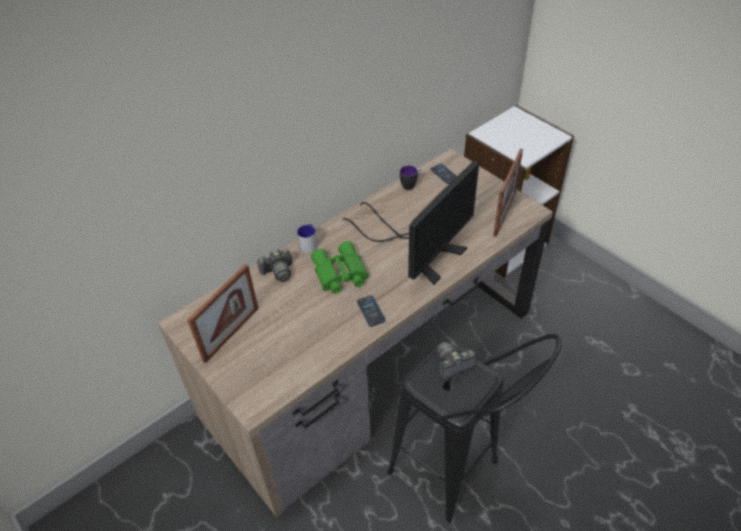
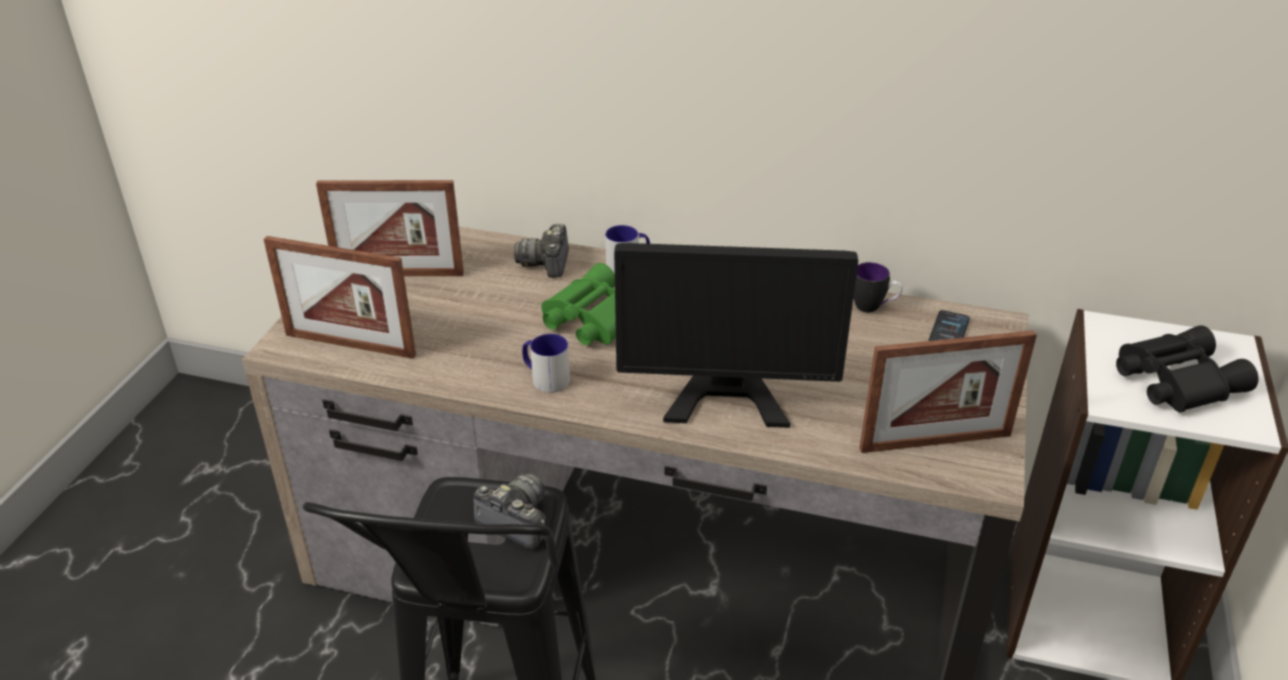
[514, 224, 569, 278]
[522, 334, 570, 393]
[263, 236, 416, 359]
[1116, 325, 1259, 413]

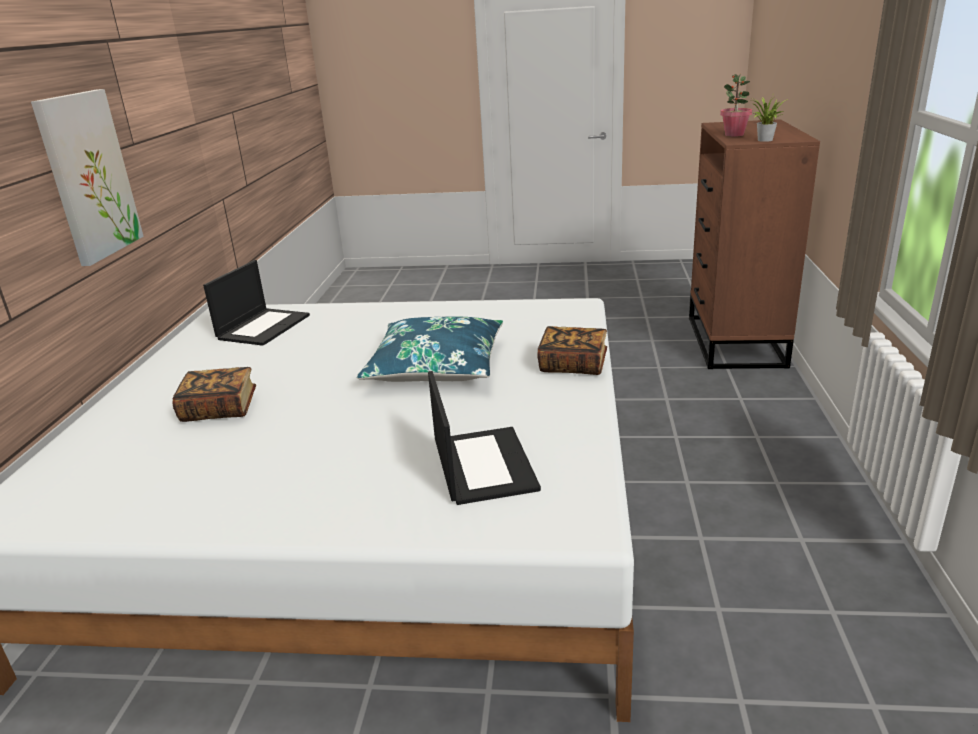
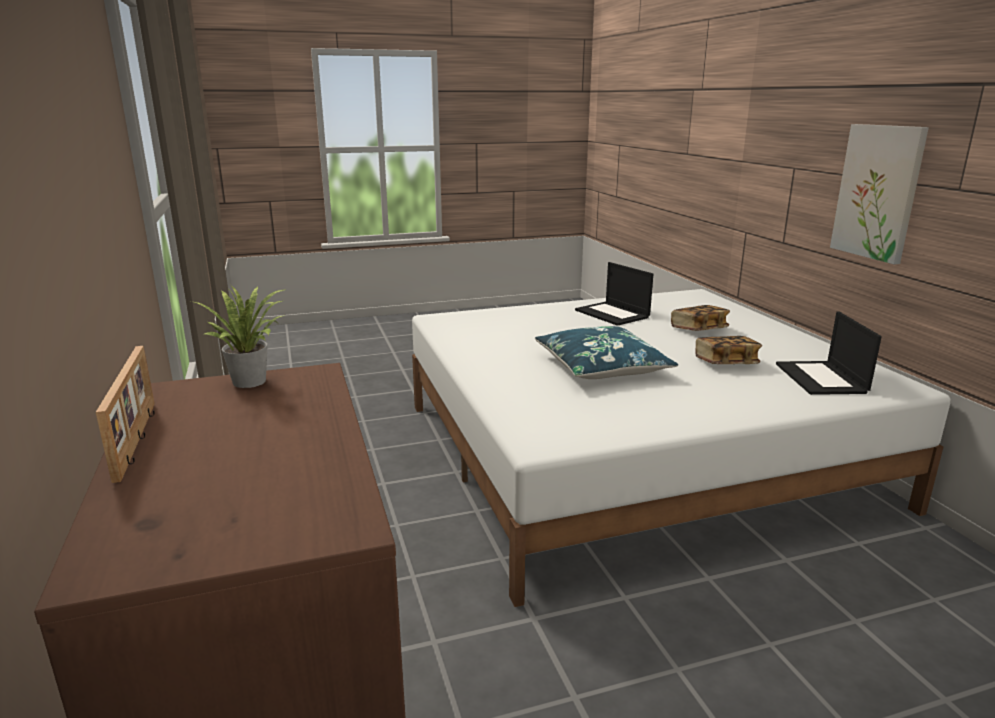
[720, 74, 752, 137] (first image)
[696, 336, 762, 364]
[575, 262, 653, 326]
[96, 346, 155, 483]

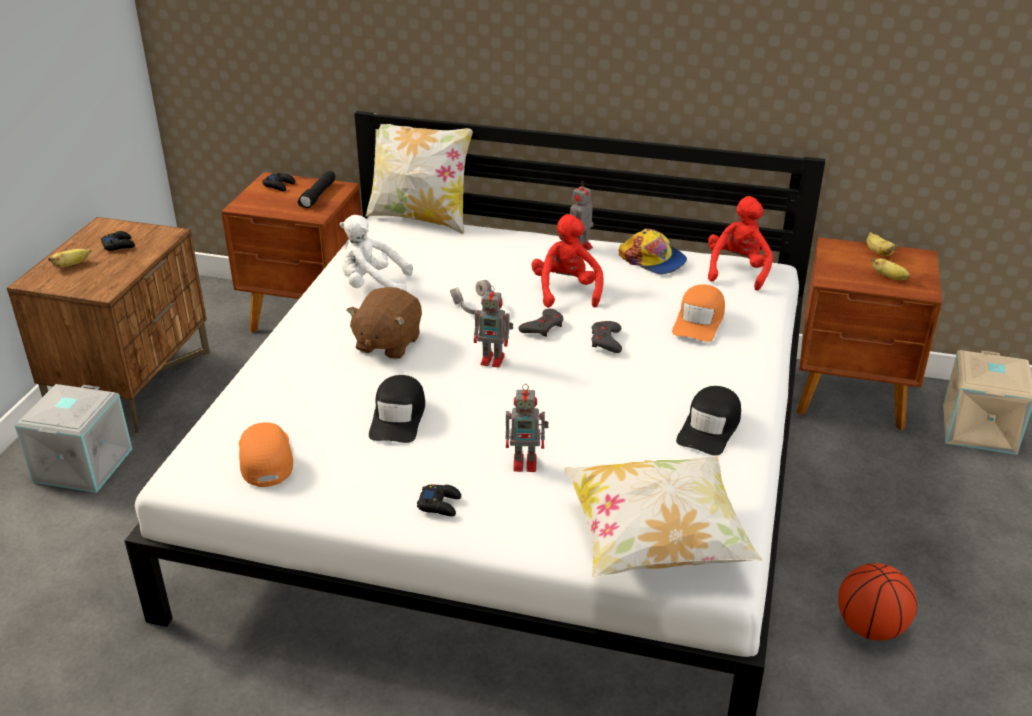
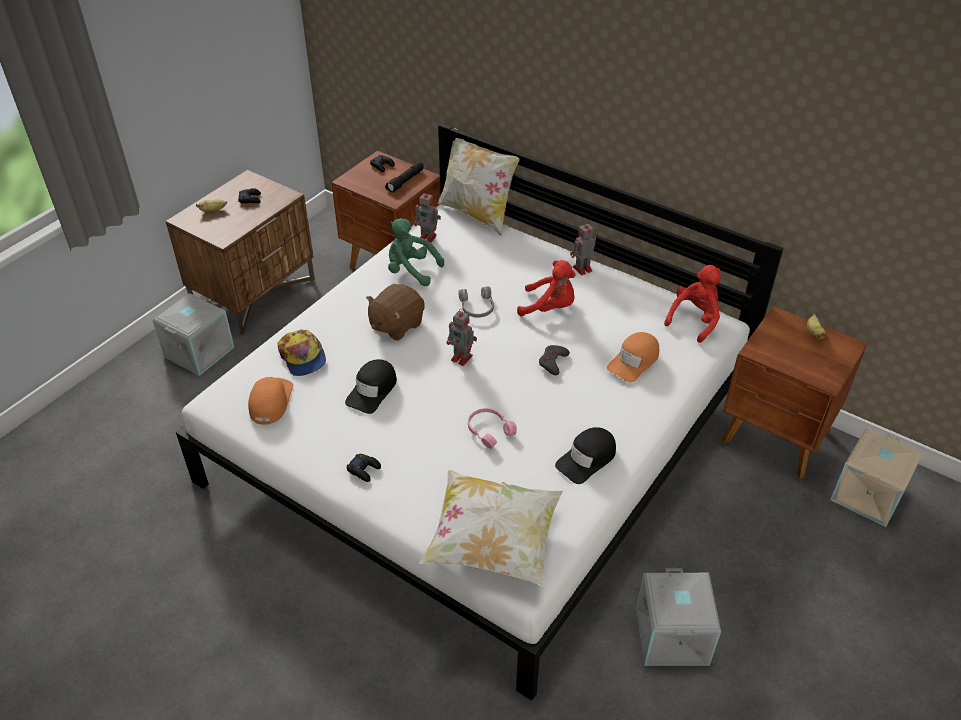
[517, 260, 576, 316]
[388, 218, 444, 286]
[277, 329, 326, 376]
[871, 257, 910, 280] (first image)
[519, 309, 563, 337] (first image)
[414, 190, 441, 243]
[636, 568, 721, 666]
[468, 408, 517, 449]

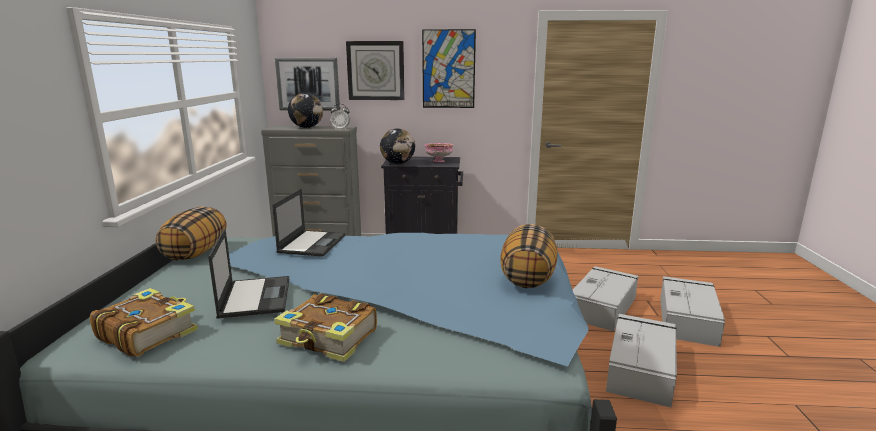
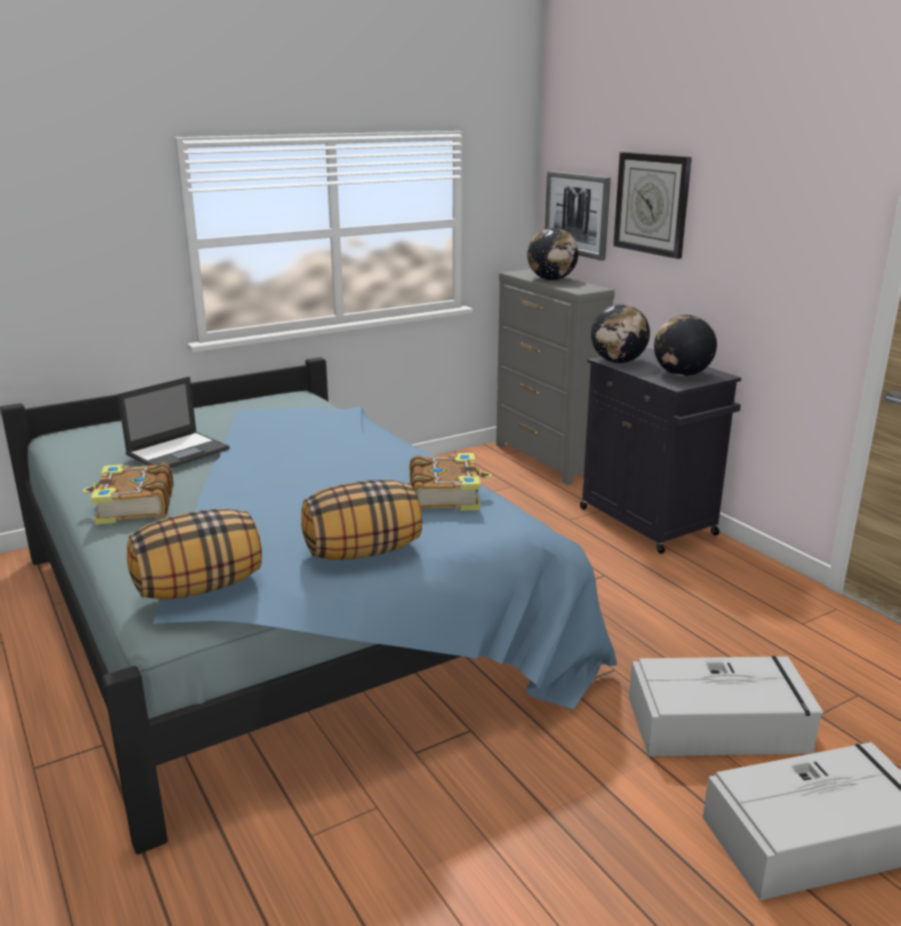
[422, 29, 476, 108] (first image)
[330, 104, 350, 130] (first image)
[654, 315, 717, 376]
[272, 189, 346, 256] (first image)
[127, 508, 262, 600]
[410, 453, 492, 511]
[606, 314, 677, 407] (first image)

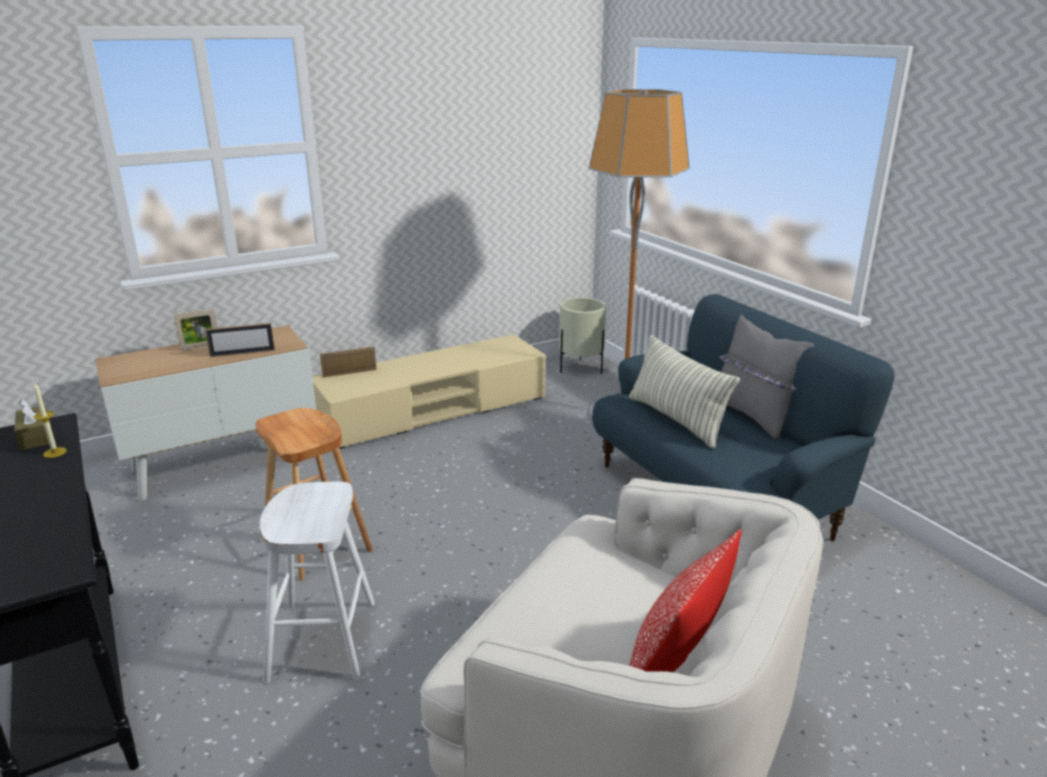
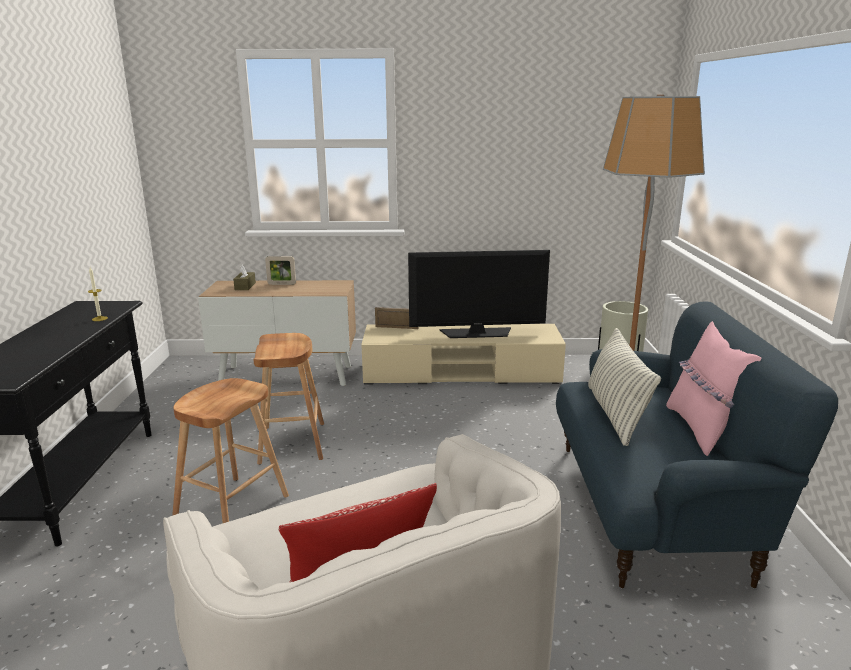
[666, 321, 762, 456]
[205, 323, 275, 357] (first image)
[233, 265, 256, 290]
[172, 378, 289, 523]
[408, 250, 550, 338]

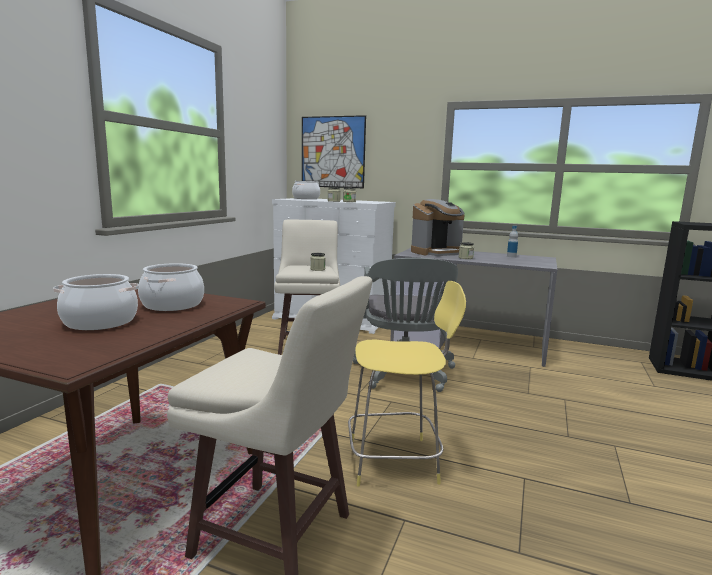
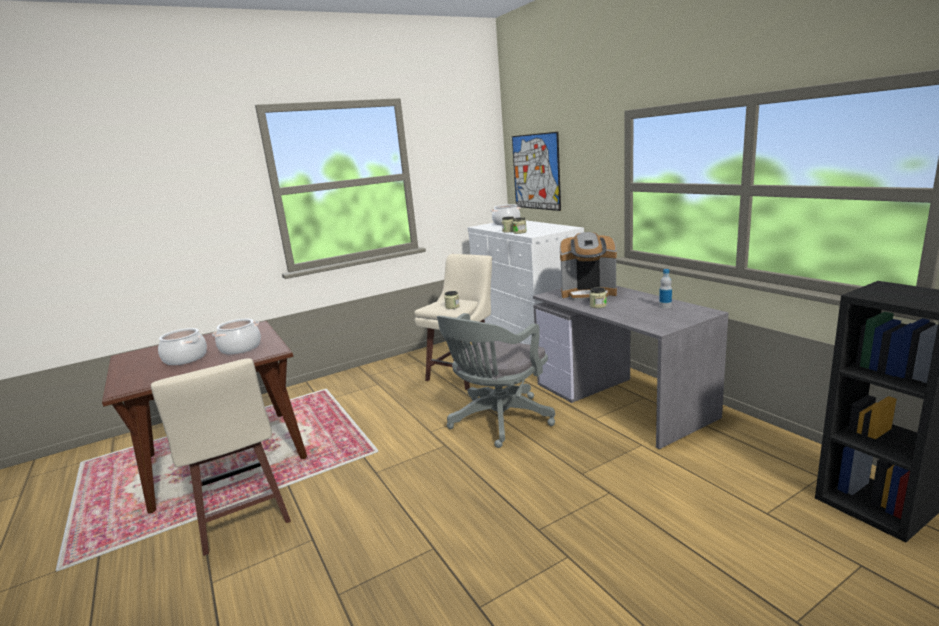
[348, 281, 466, 487] (first image)

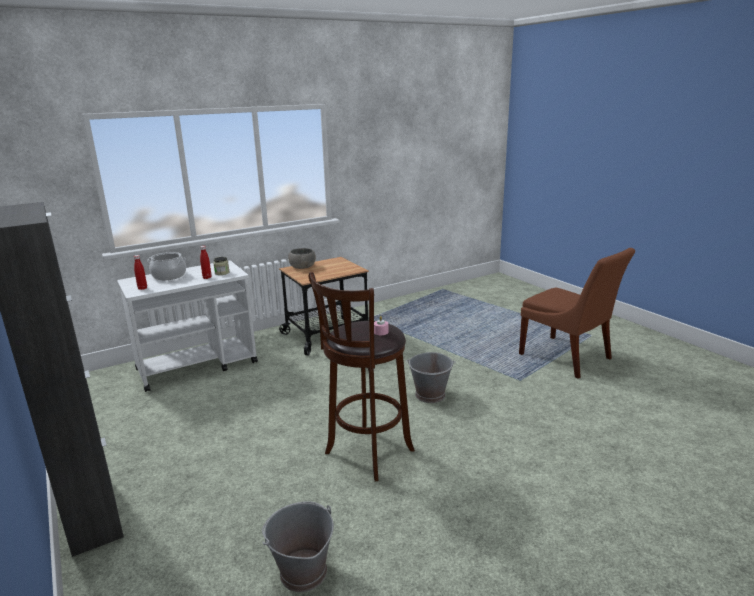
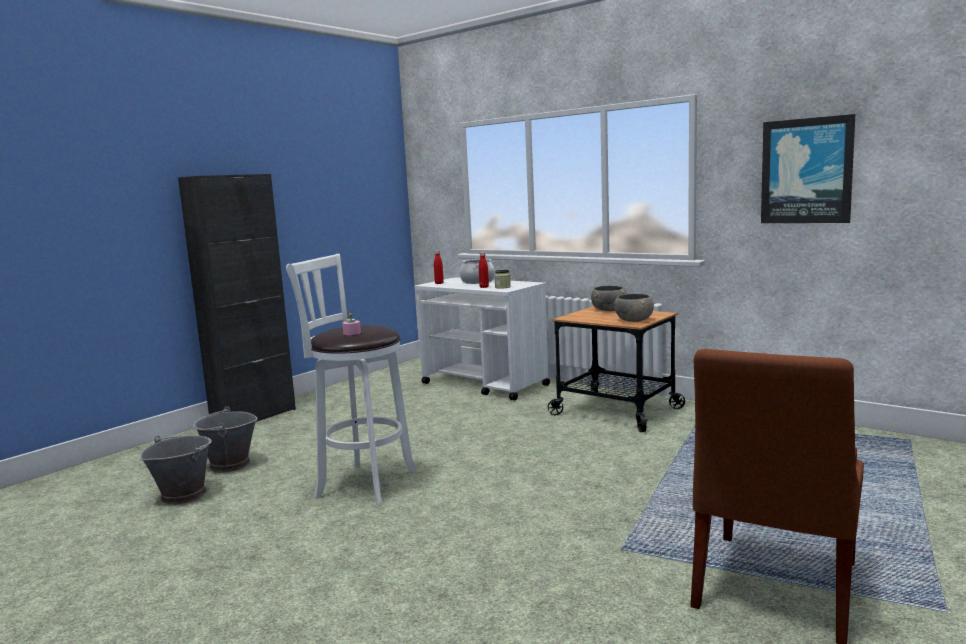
[286, 254, 417, 506]
[193, 406, 258, 472]
[761, 114, 855, 223]
[614, 294, 654, 322]

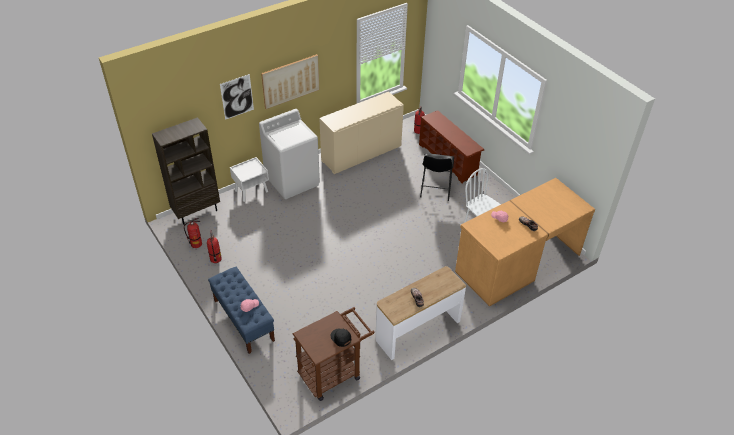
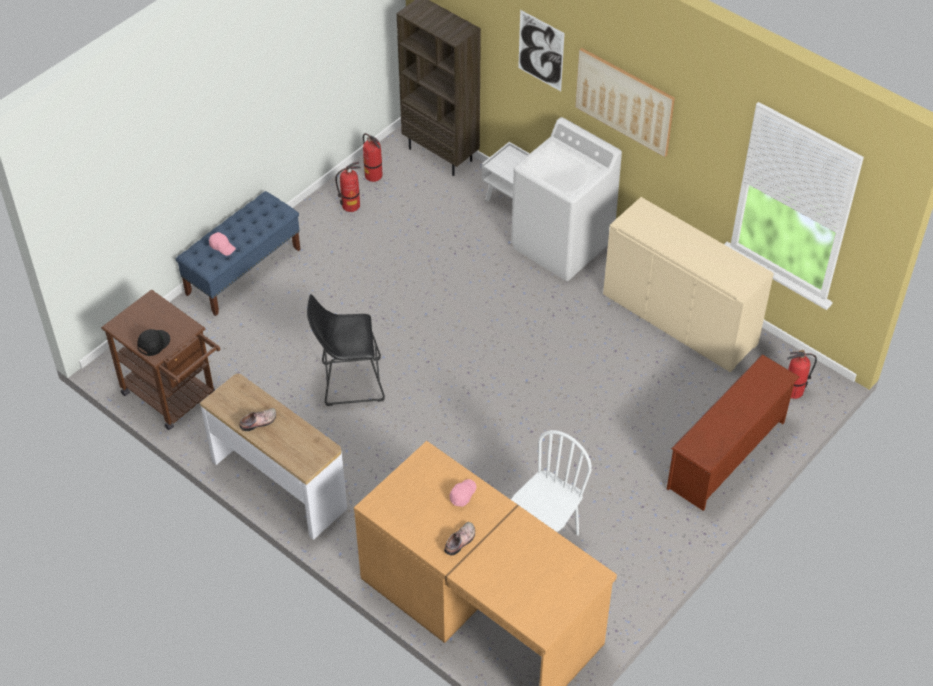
[307, 294, 385, 406]

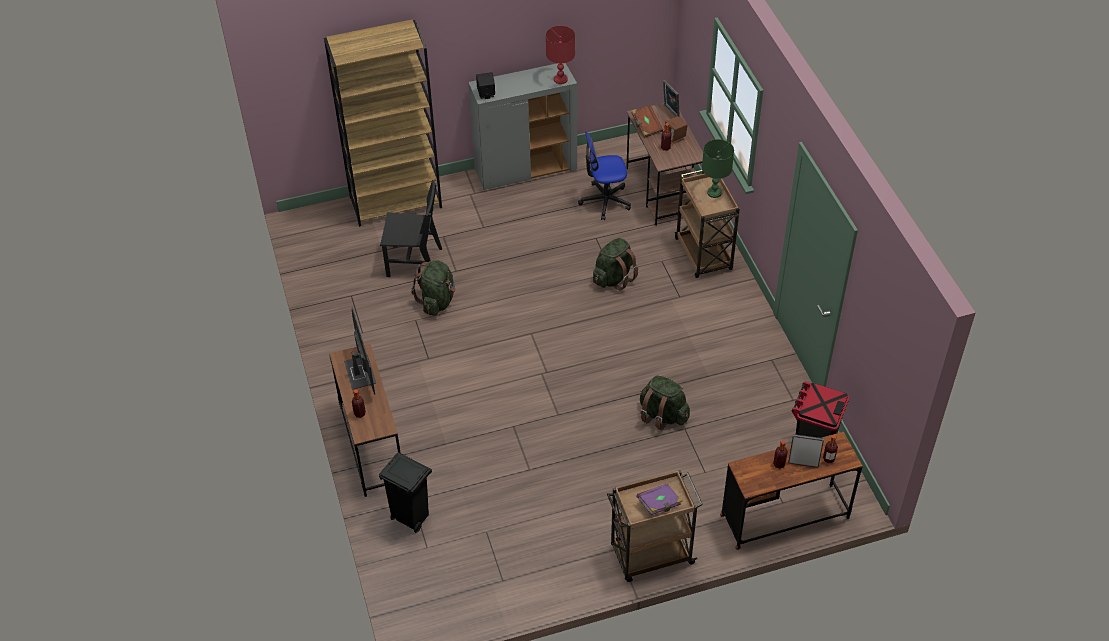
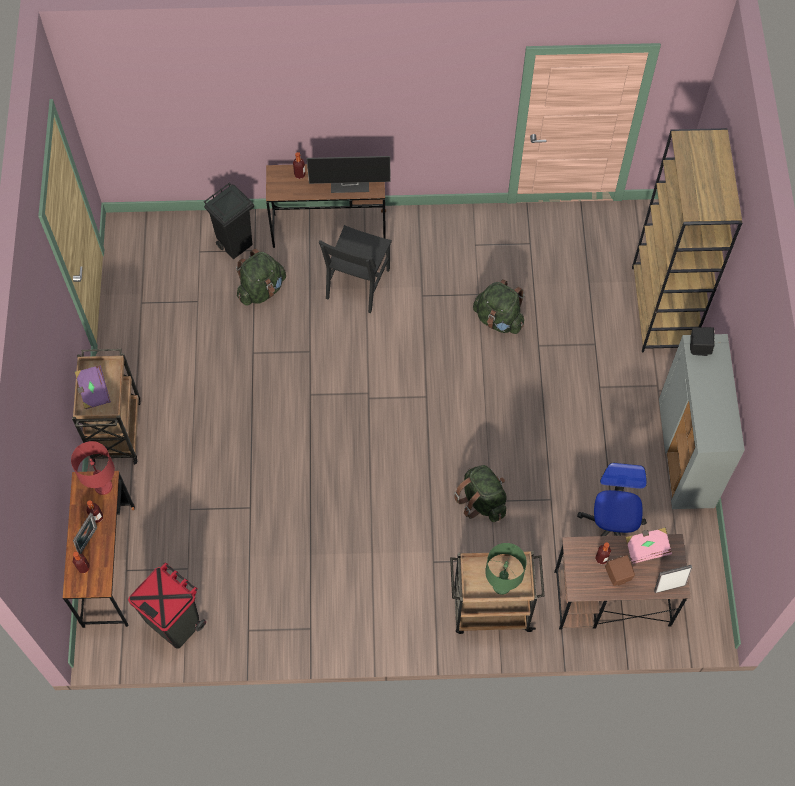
[71, 441, 115, 495]
[625, 528, 672, 564]
[319, 225, 392, 313]
[236, 249, 286, 306]

